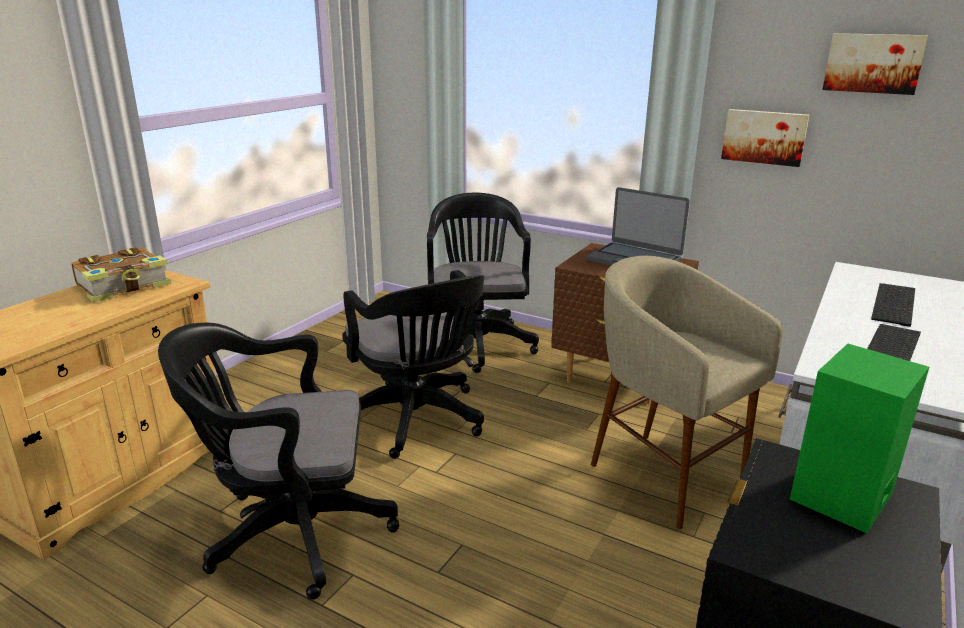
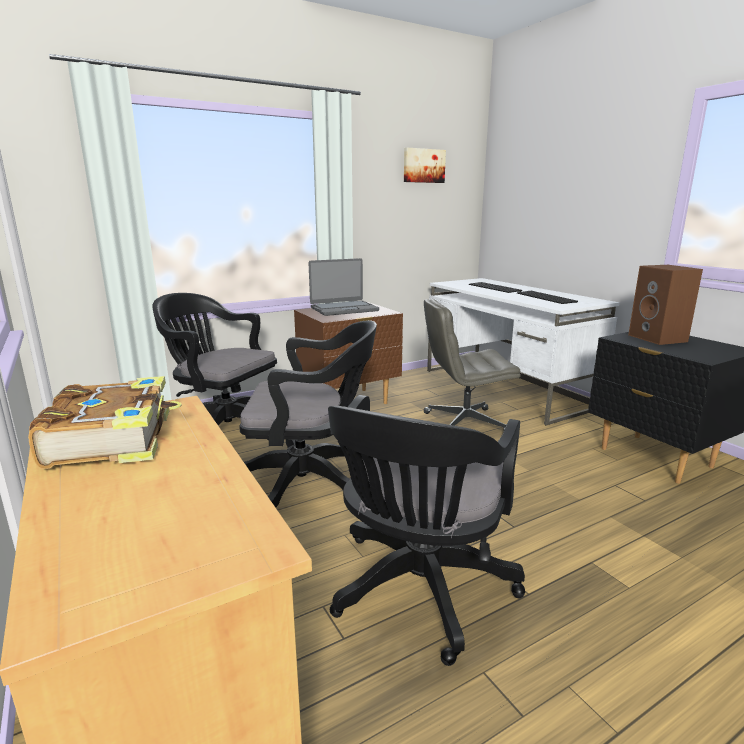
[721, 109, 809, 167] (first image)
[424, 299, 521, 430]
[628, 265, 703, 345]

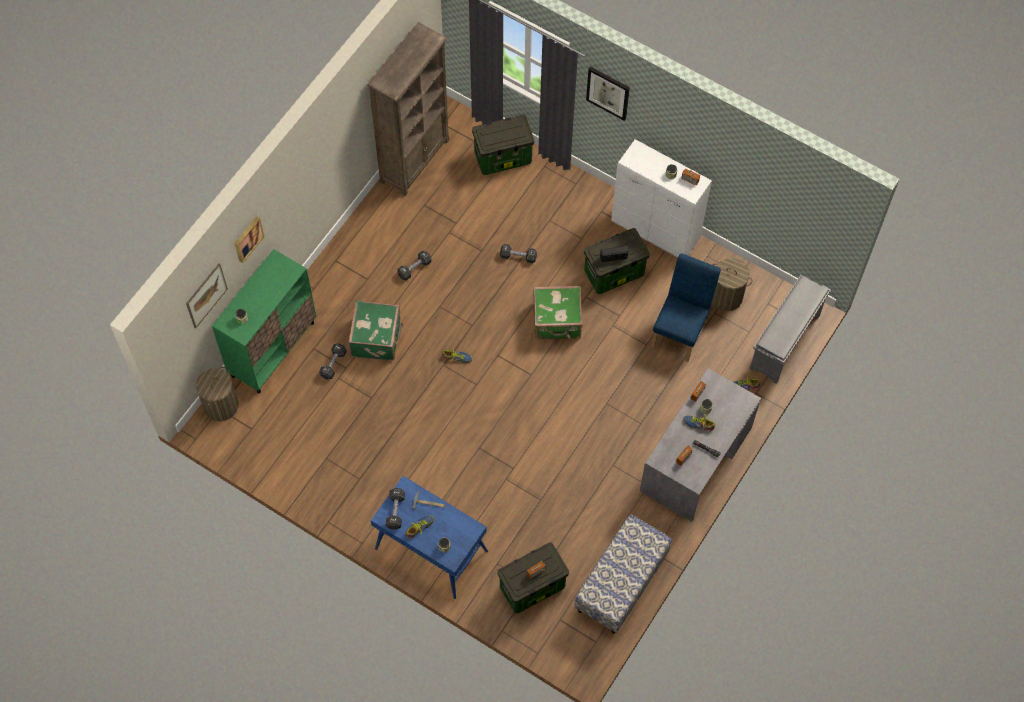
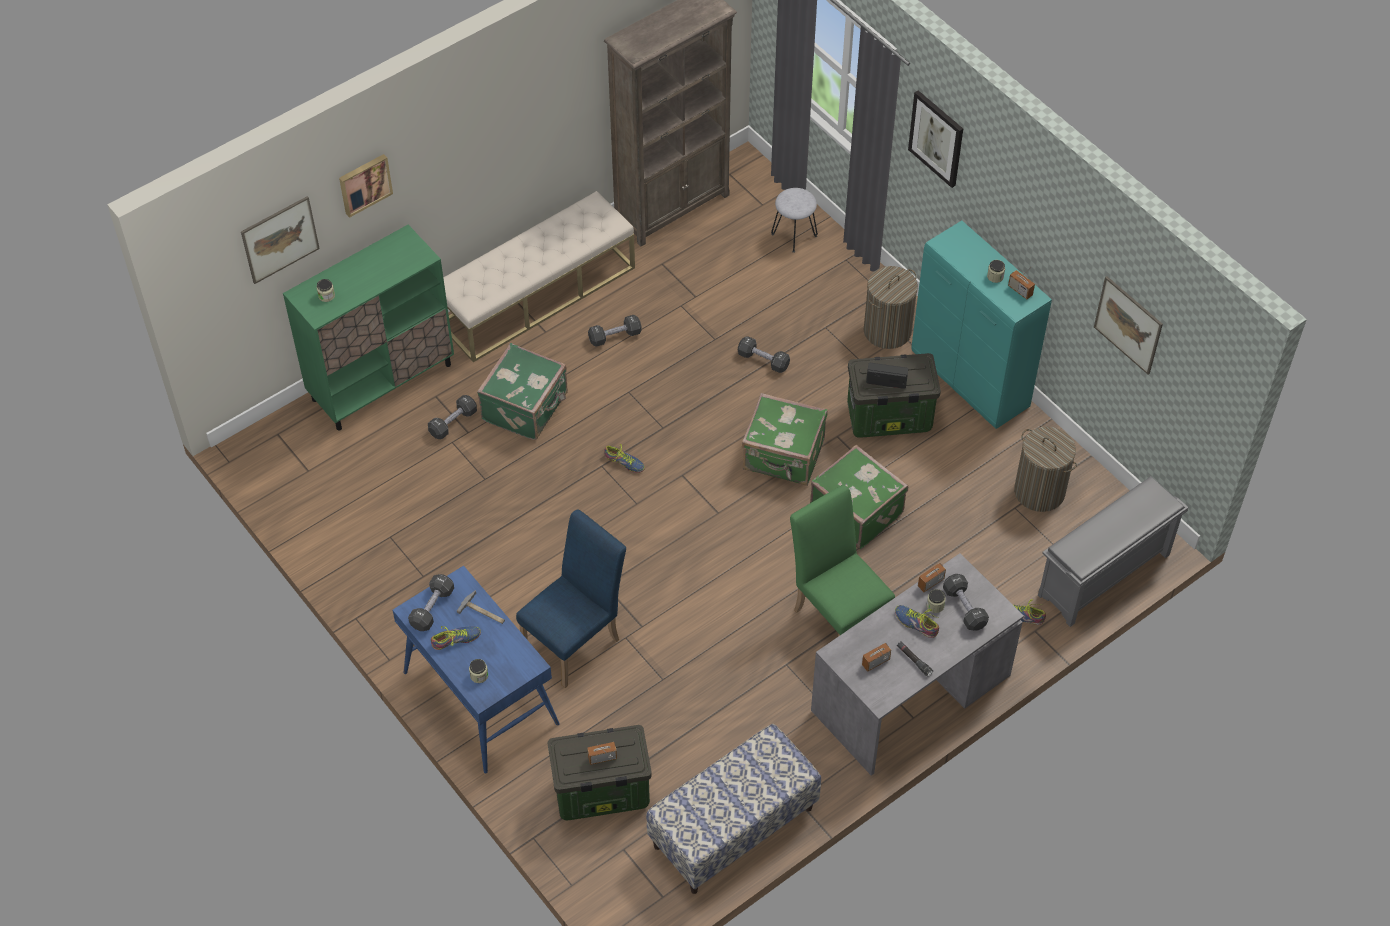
[771, 188, 818, 253]
[911, 221, 1052, 429]
[516, 509, 626, 688]
[864, 266, 918, 349]
[443, 191, 635, 362]
[1094, 276, 1163, 375]
[810, 445, 908, 549]
[790, 485, 895, 636]
[943, 574, 989, 631]

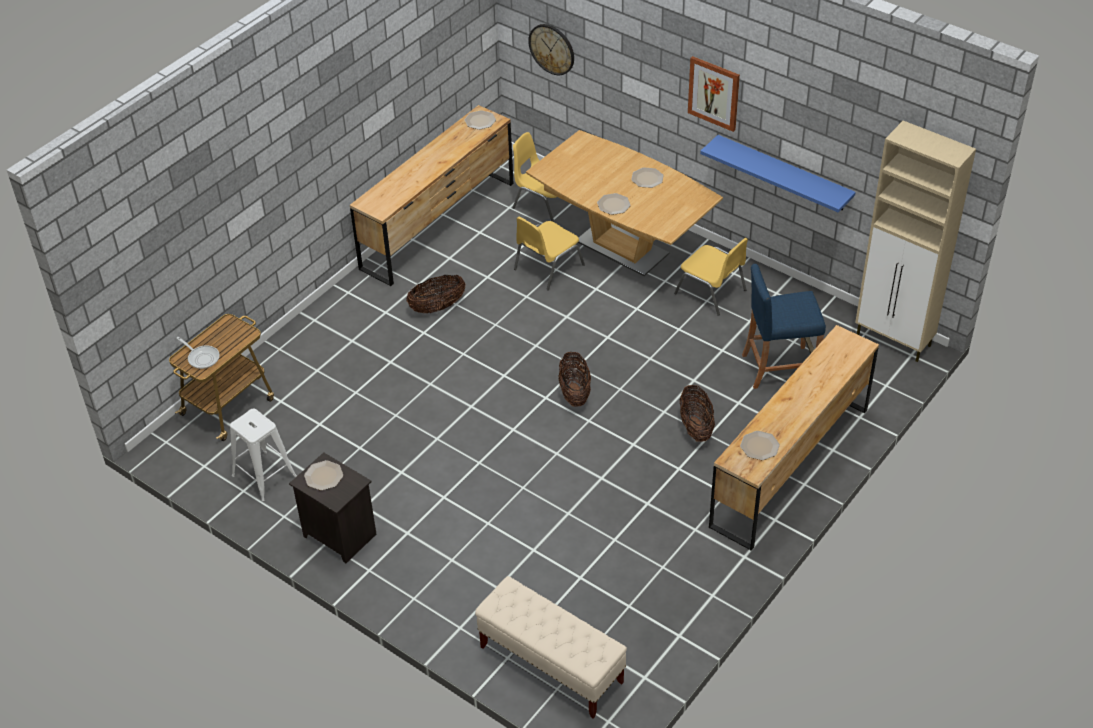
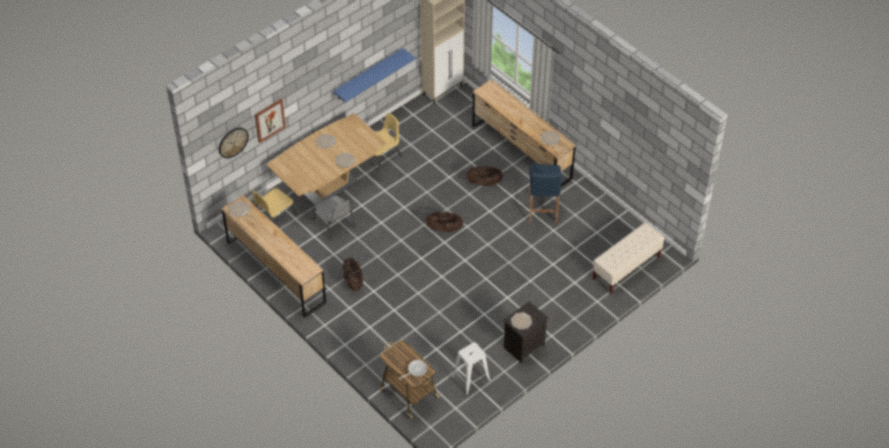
[255, 99, 286, 143]
[313, 196, 356, 240]
[529, 164, 562, 223]

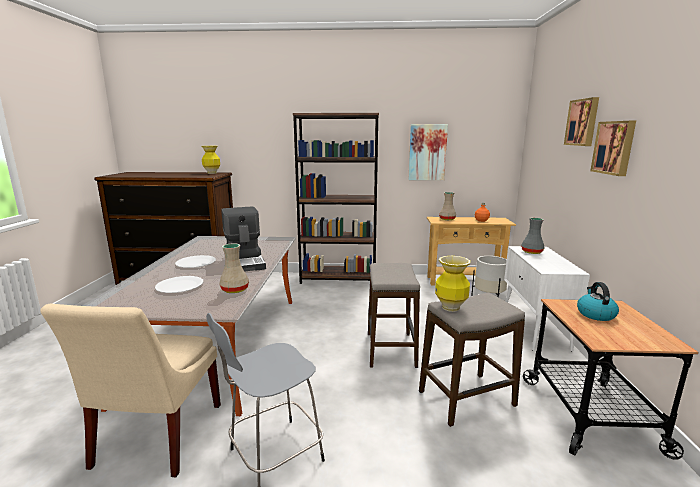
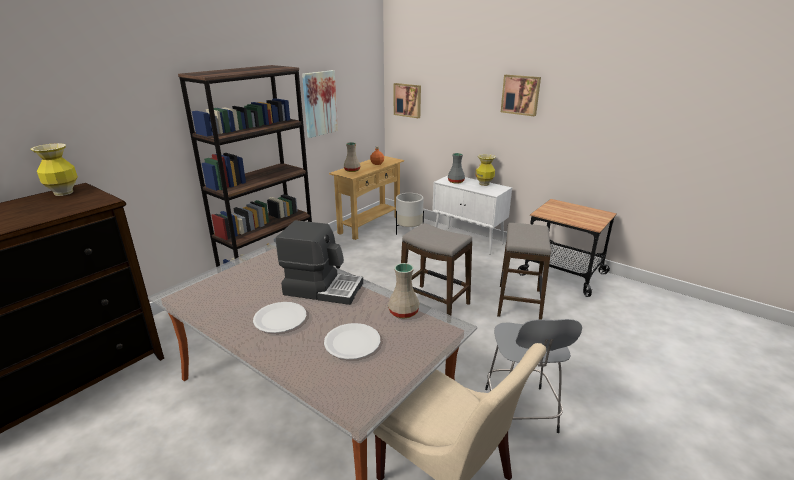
[394, 83, 421, 118]
[475, 154, 495, 186]
[577, 282, 619, 321] (first image)

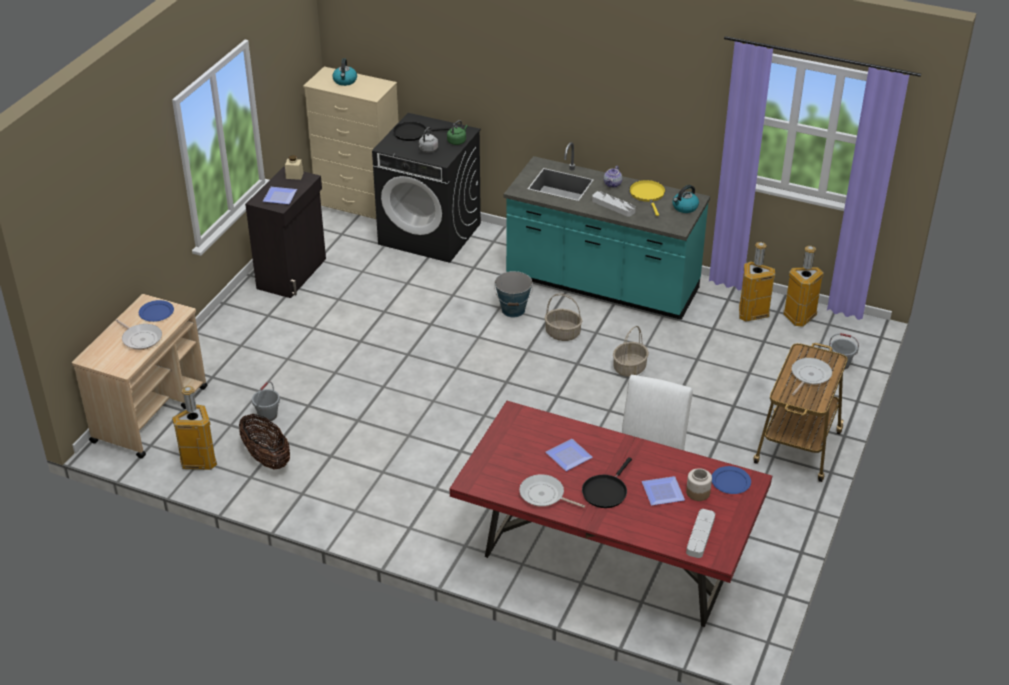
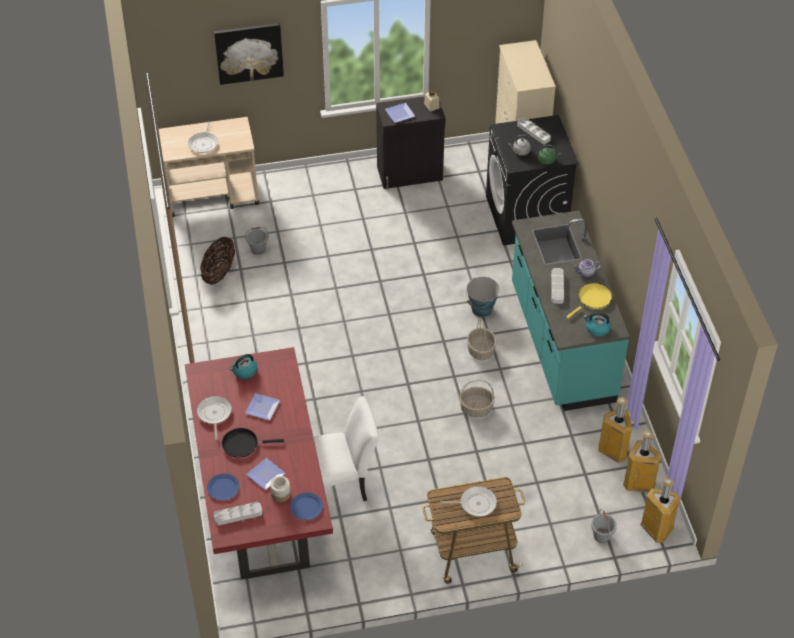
[230, 354, 258, 379]
[517, 117, 551, 144]
[207, 474, 240, 500]
[640, 478, 681, 543]
[214, 23, 284, 85]

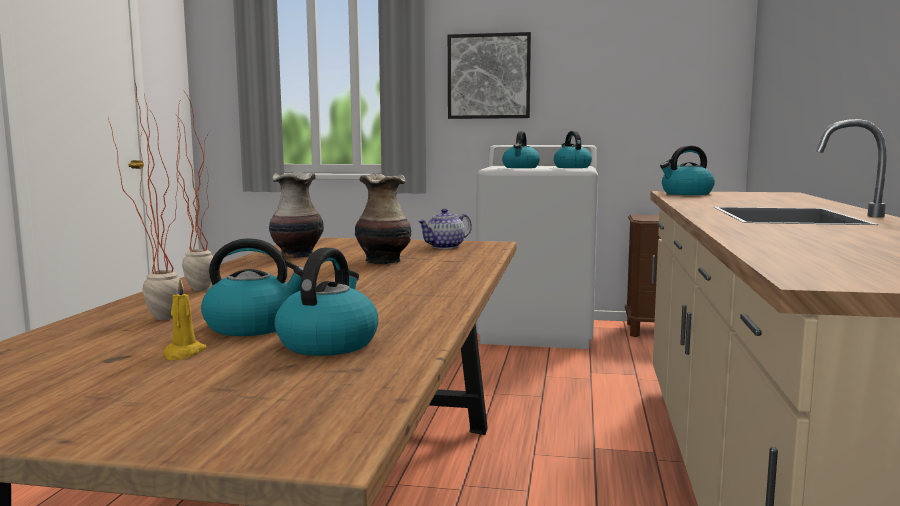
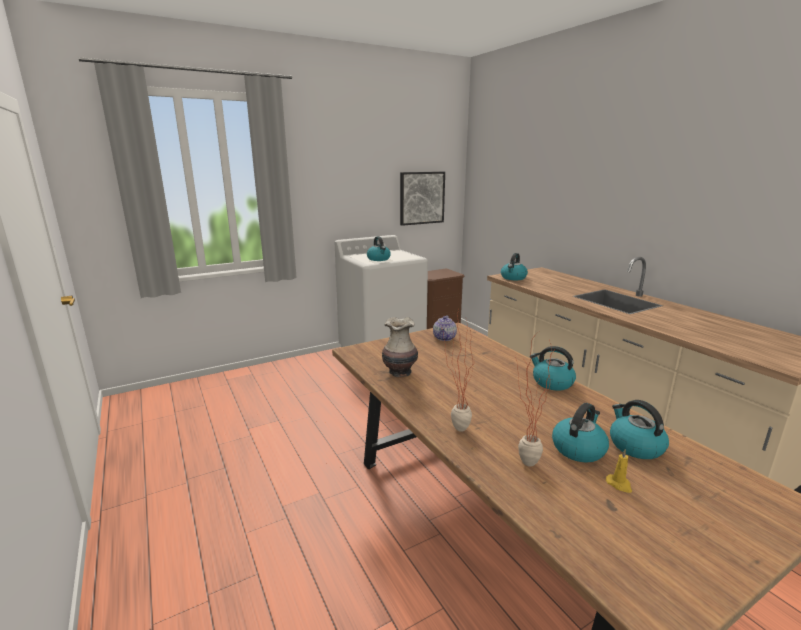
[400, 172, 445, 226]
[530, 346, 576, 390]
[355, 174, 411, 264] (first image)

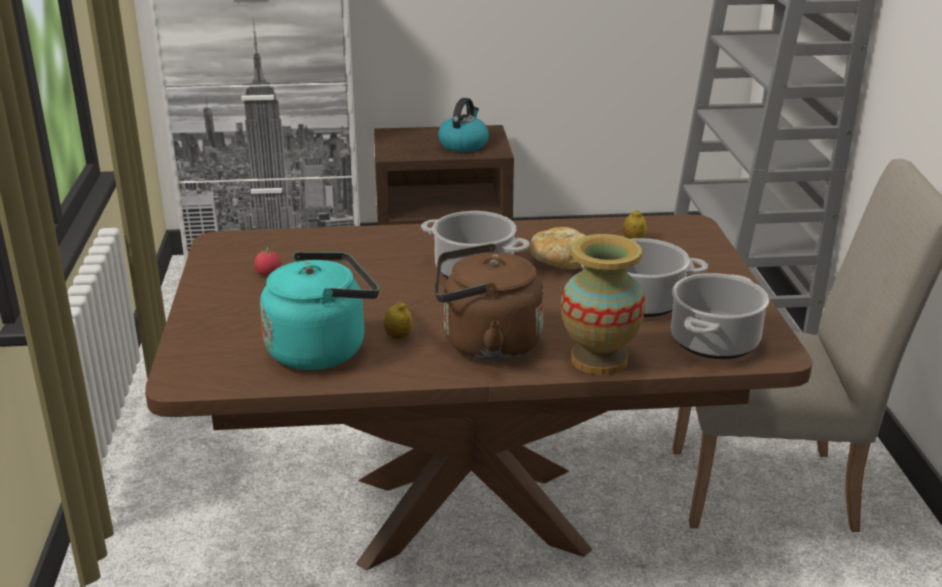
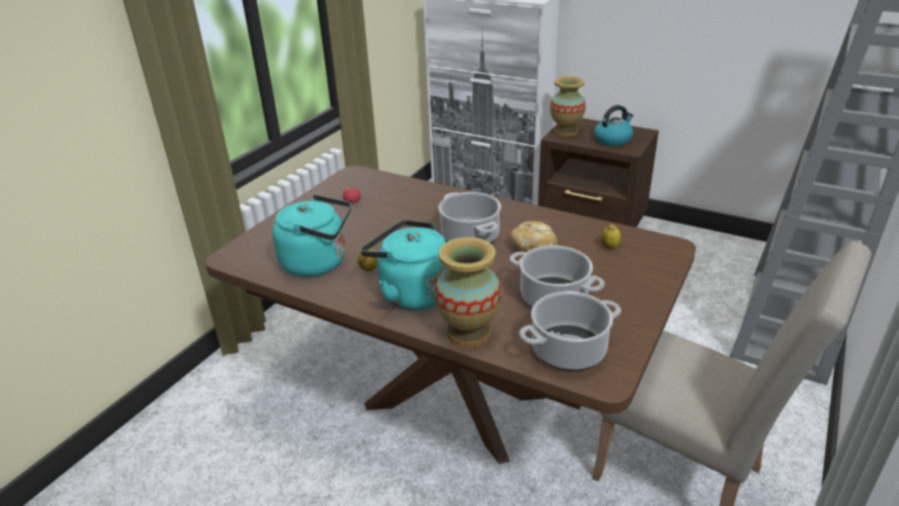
[361, 220, 448, 310]
[550, 76, 586, 137]

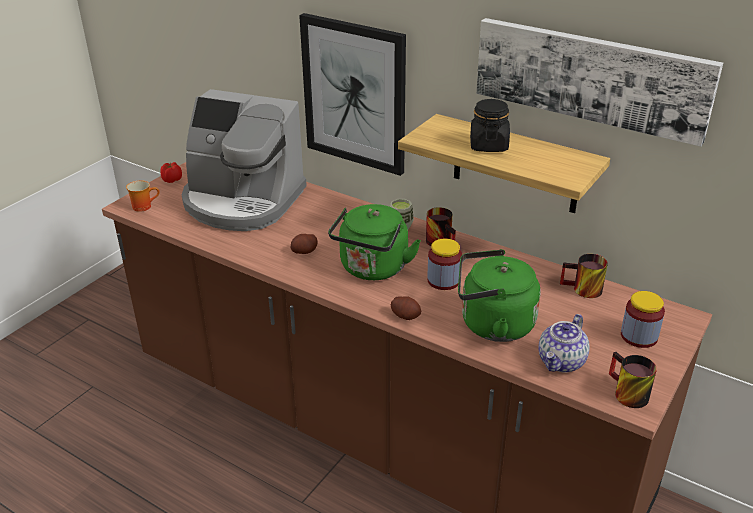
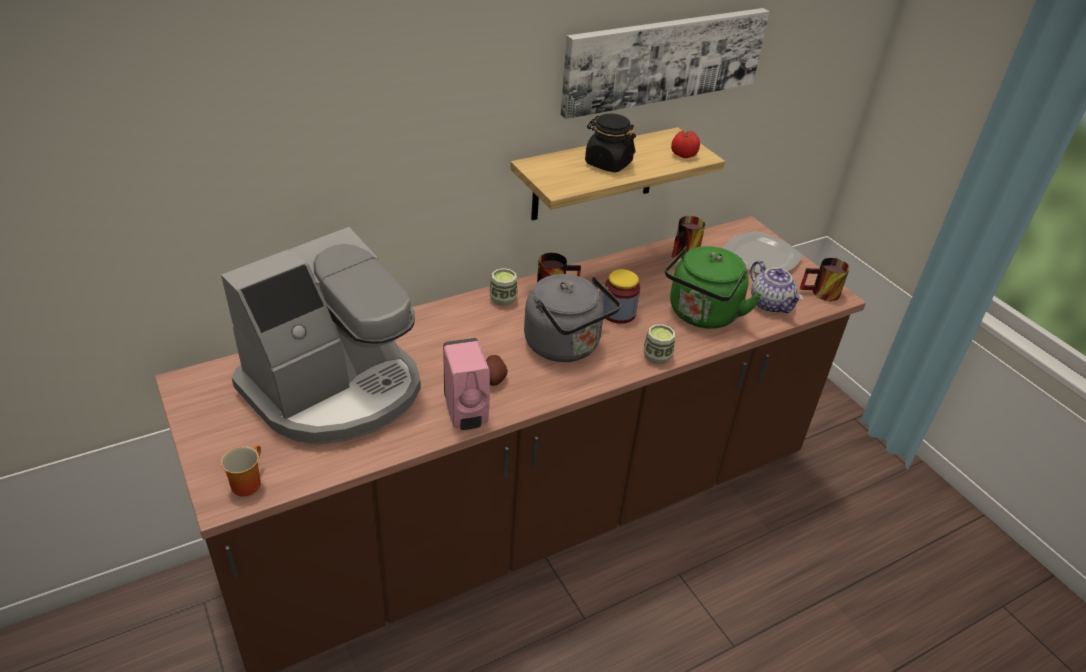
[299, 13, 406, 176] (first image)
[671, 130, 700, 158]
[524, 274, 621, 362]
[723, 231, 803, 273]
[643, 324, 675, 365]
[443, 338, 490, 430]

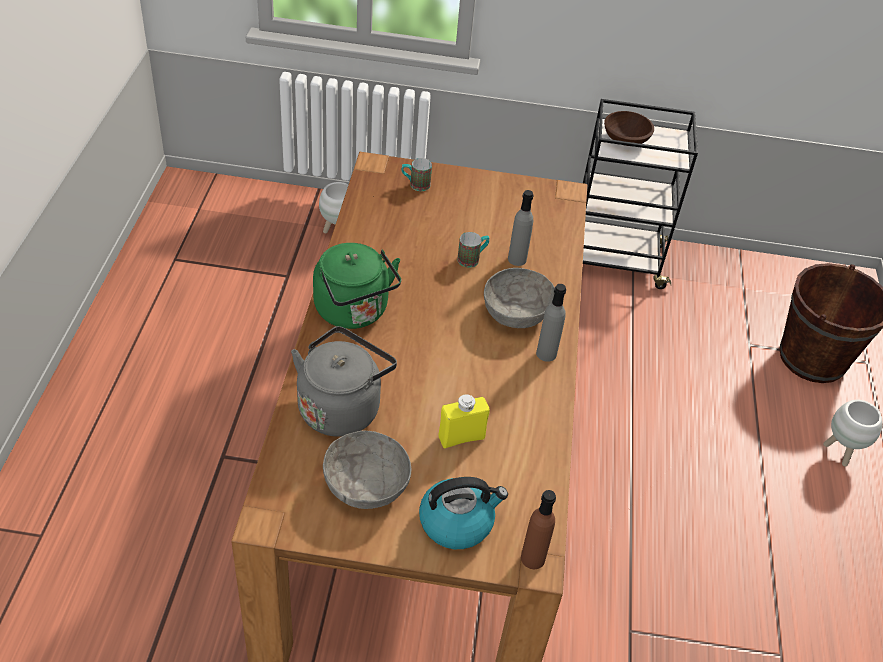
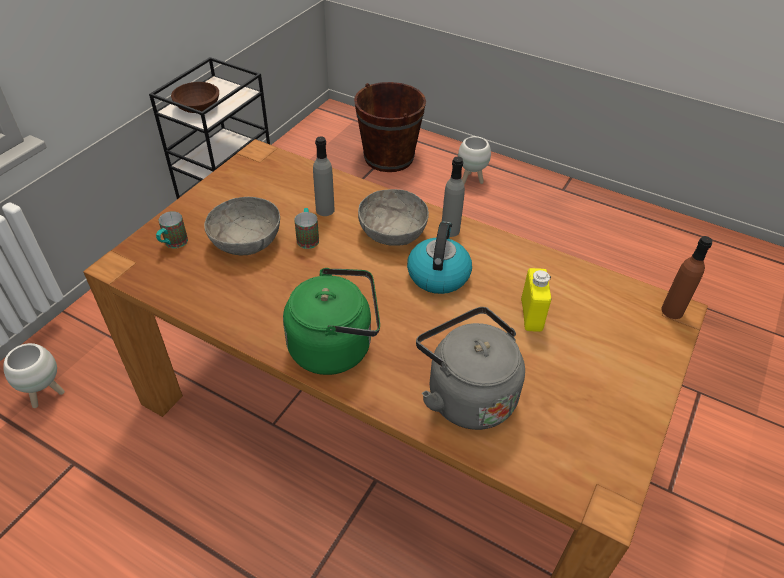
[204, 197, 280, 255]
[407, 221, 472, 294]

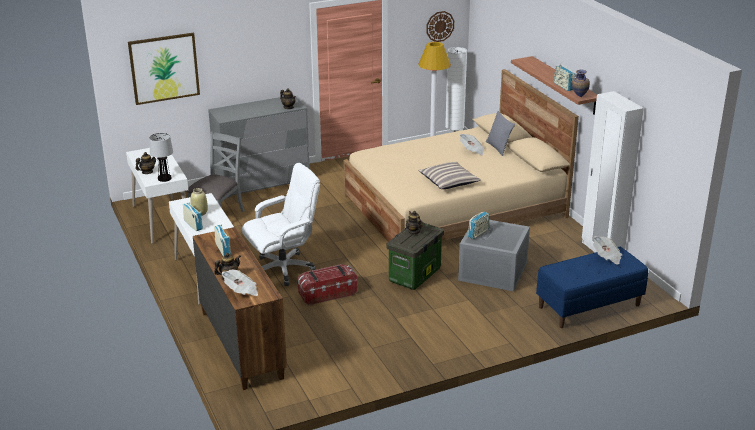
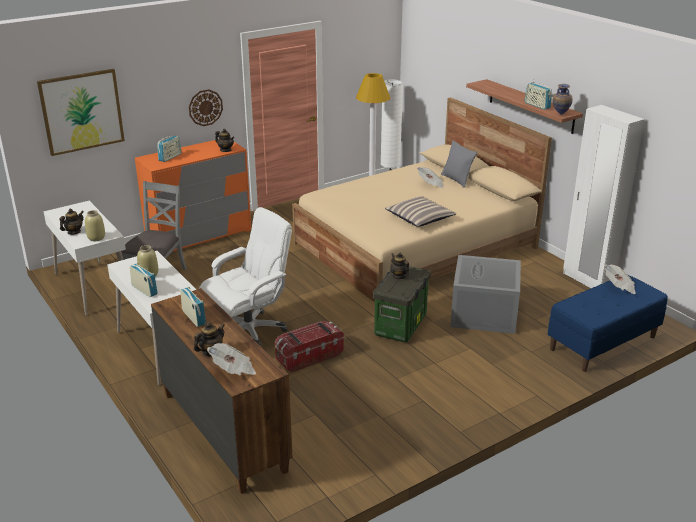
[189, 89, 223, 126]
[135, 140, 251, 252]
[85, 210, 105, 241]
[157, 136, 181, 162]

